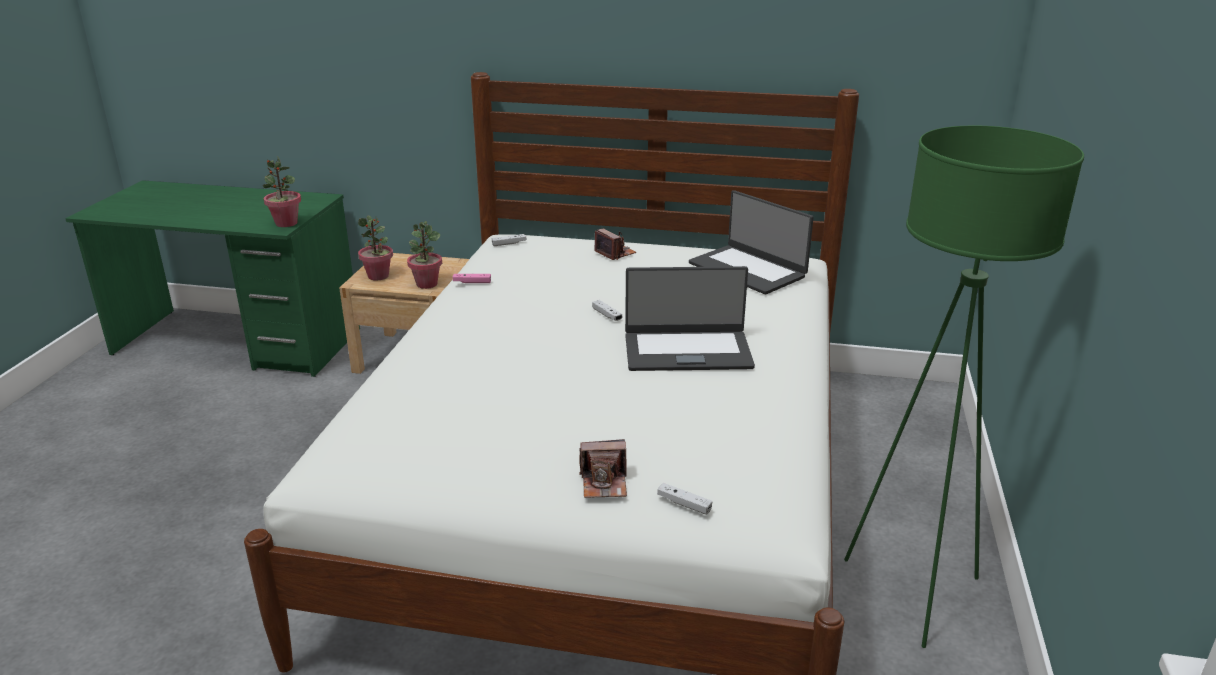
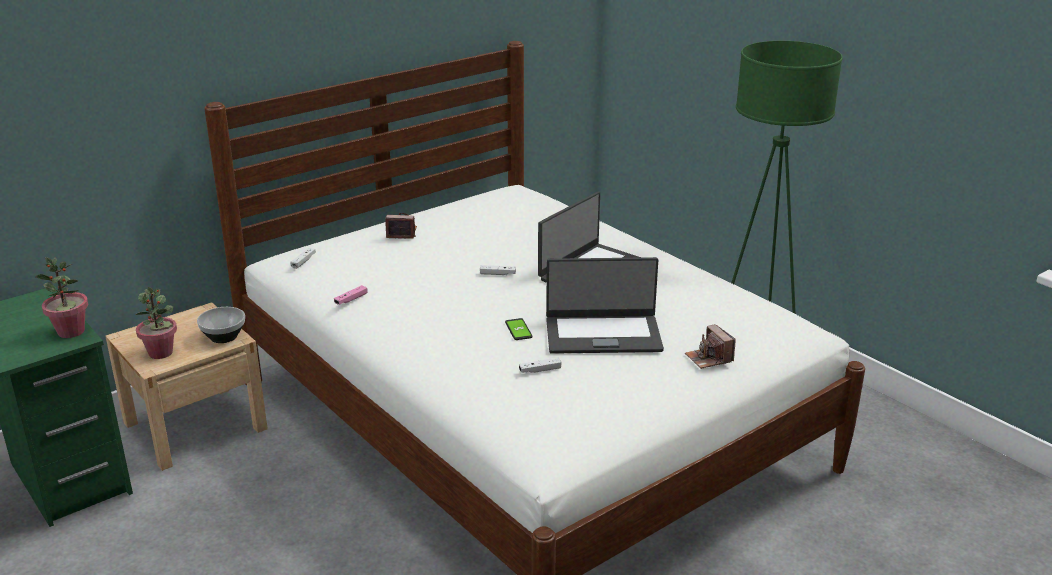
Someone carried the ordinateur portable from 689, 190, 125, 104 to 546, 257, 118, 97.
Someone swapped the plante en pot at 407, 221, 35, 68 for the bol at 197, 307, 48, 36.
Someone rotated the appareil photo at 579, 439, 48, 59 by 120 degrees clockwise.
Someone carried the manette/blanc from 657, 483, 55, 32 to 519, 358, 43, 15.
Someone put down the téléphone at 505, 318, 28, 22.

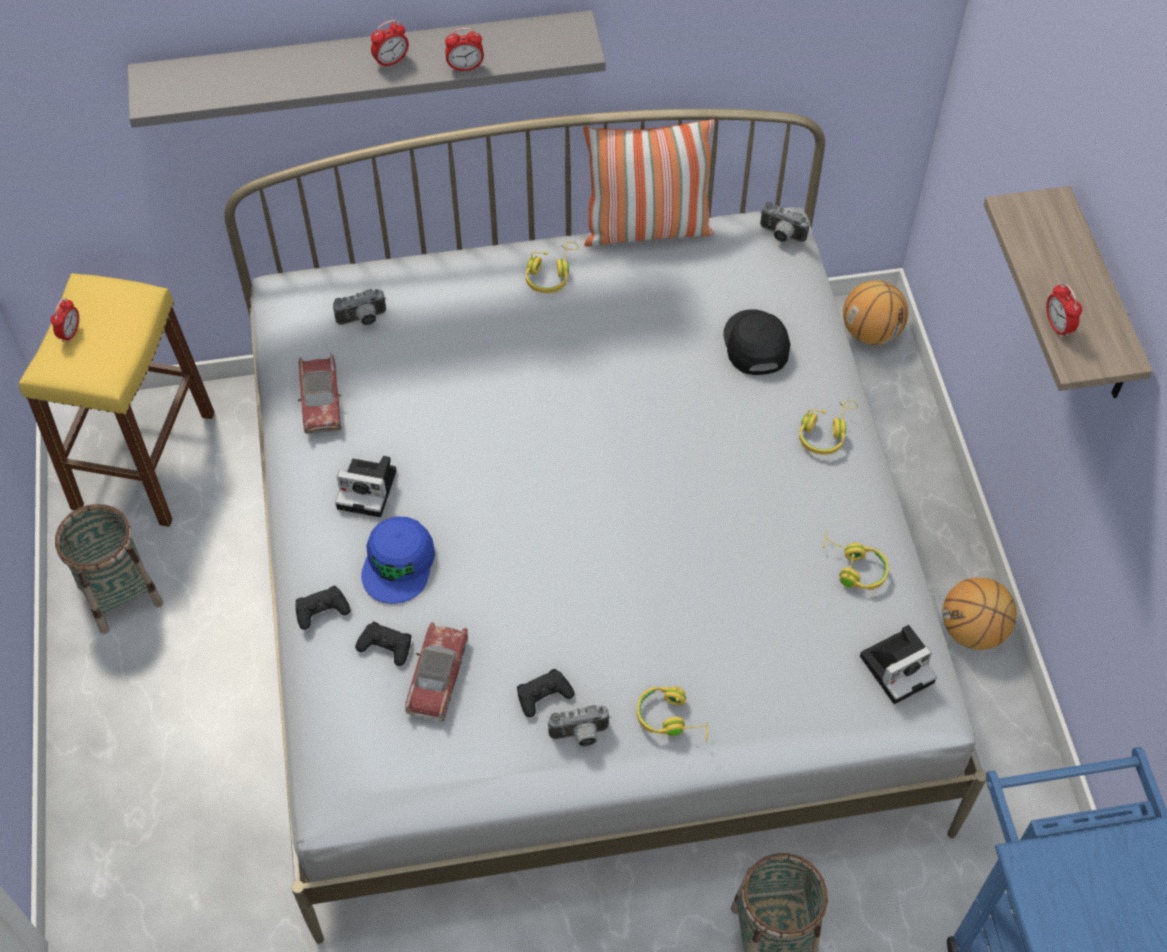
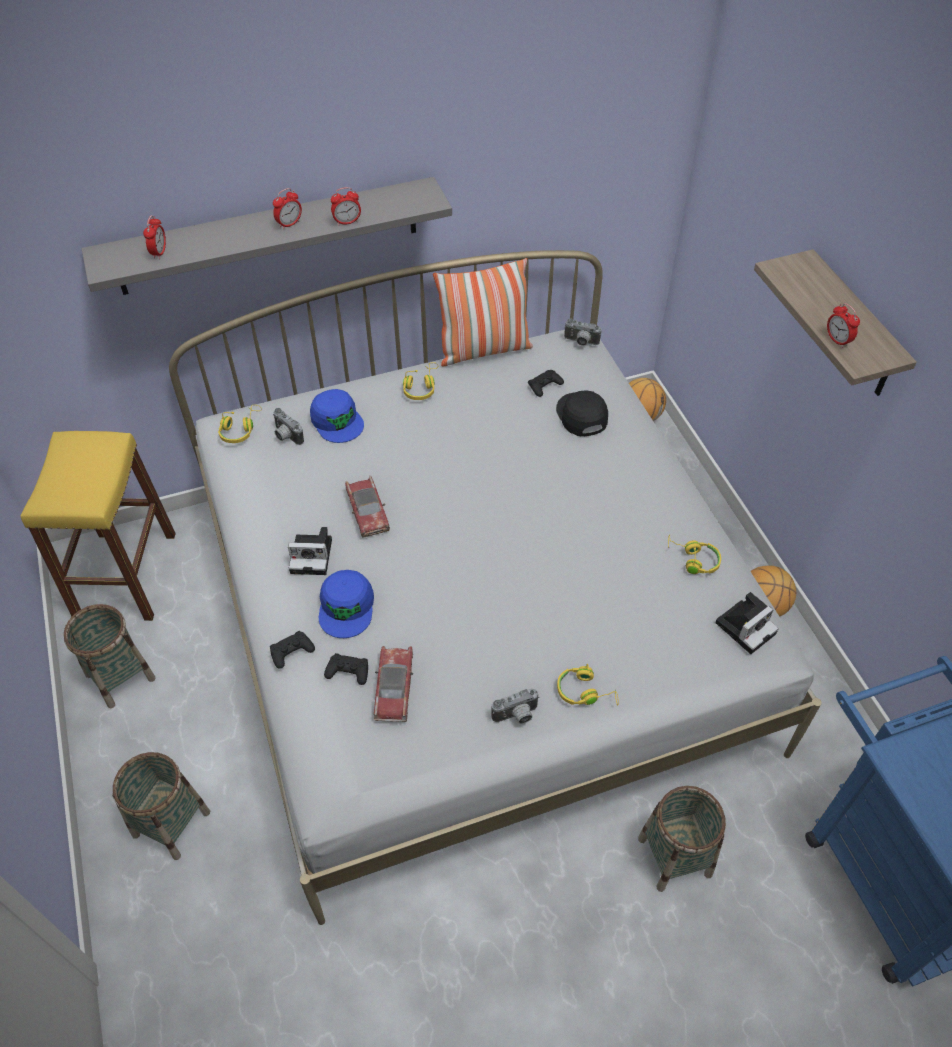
Someone rotated the appareil photo at 333, 289, 53, 36 by 75 degrees clockwise.
Someone carried the réveil from 51, 298, 28, 45 to 143, 215, 23, 44.
Someone carried the petite voiture from 297, 353, 44, 81 to 345, 475, 45, 63.
Someone carried the casque audio/jaune from 799, 400, 59, 55 to 218, 405, 44, 38.
Someone carried the manette/noir from 517, 669, 57, 48 to 528, 370, 36, 27.
Someone put down the casquette/bleu at 310, 389, 54, 54.
Someone put down the panier at 112, 752, 98, 108.

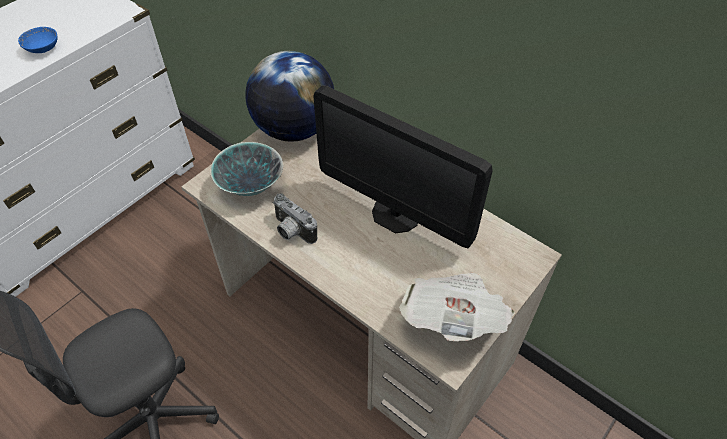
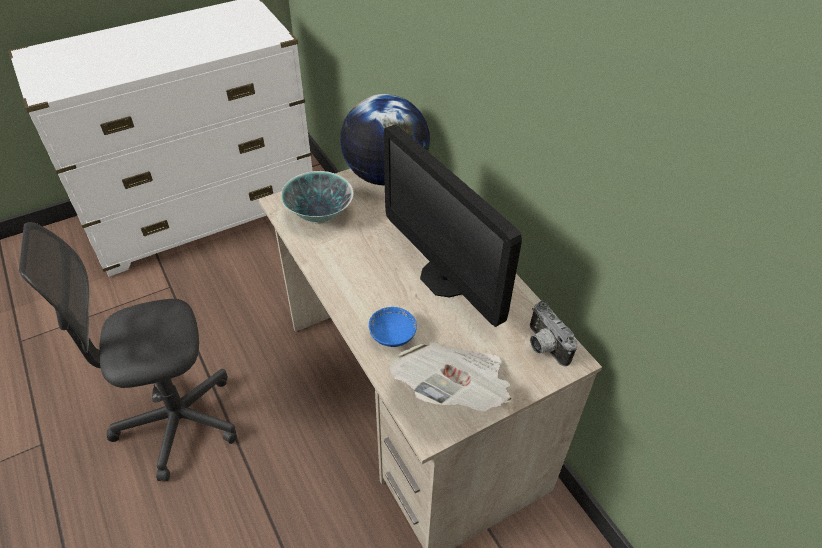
Someone carried the bol/bleu from 18, 27, 40, 26 to 369, 307, 48, 40.
Someone carried the appareil photo from 273, 193, 44, 51 to 530, 301, 48, 65.

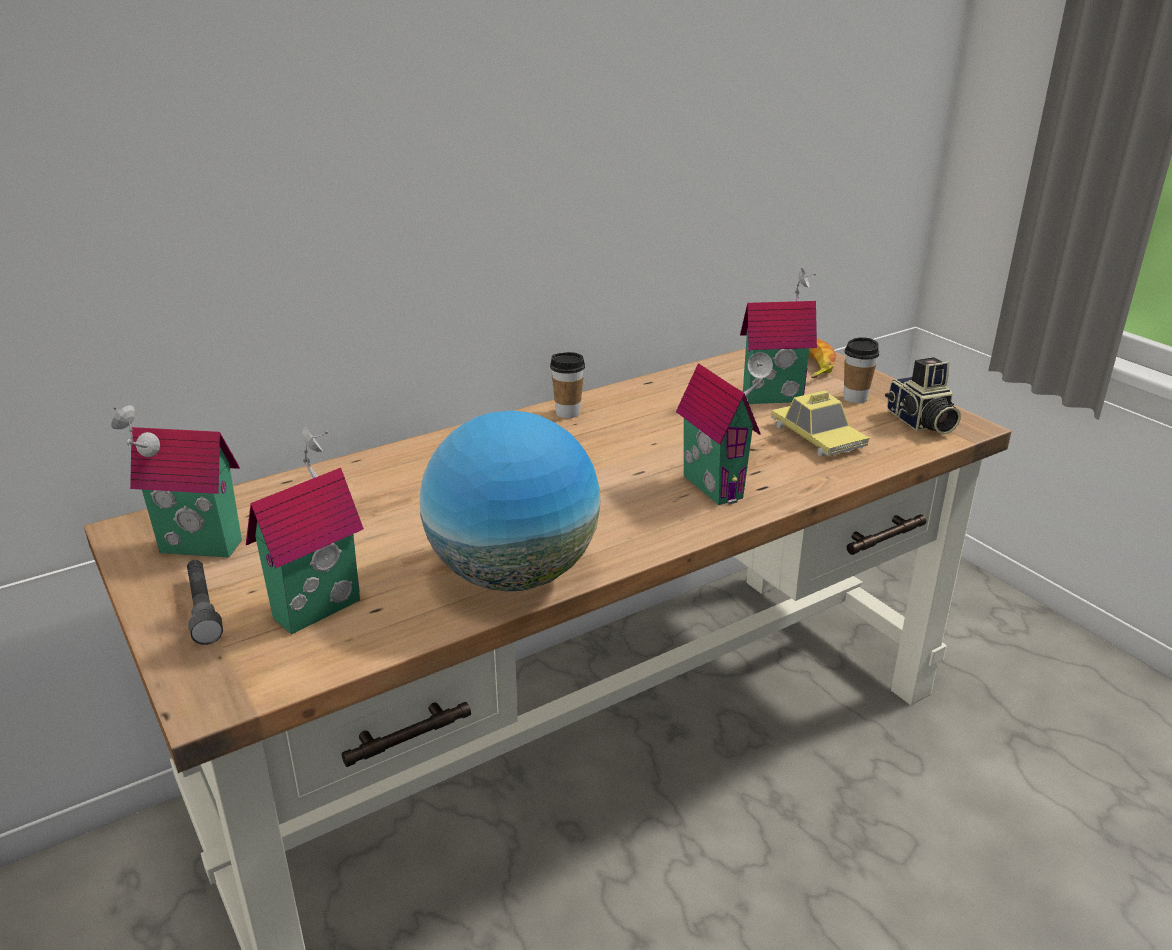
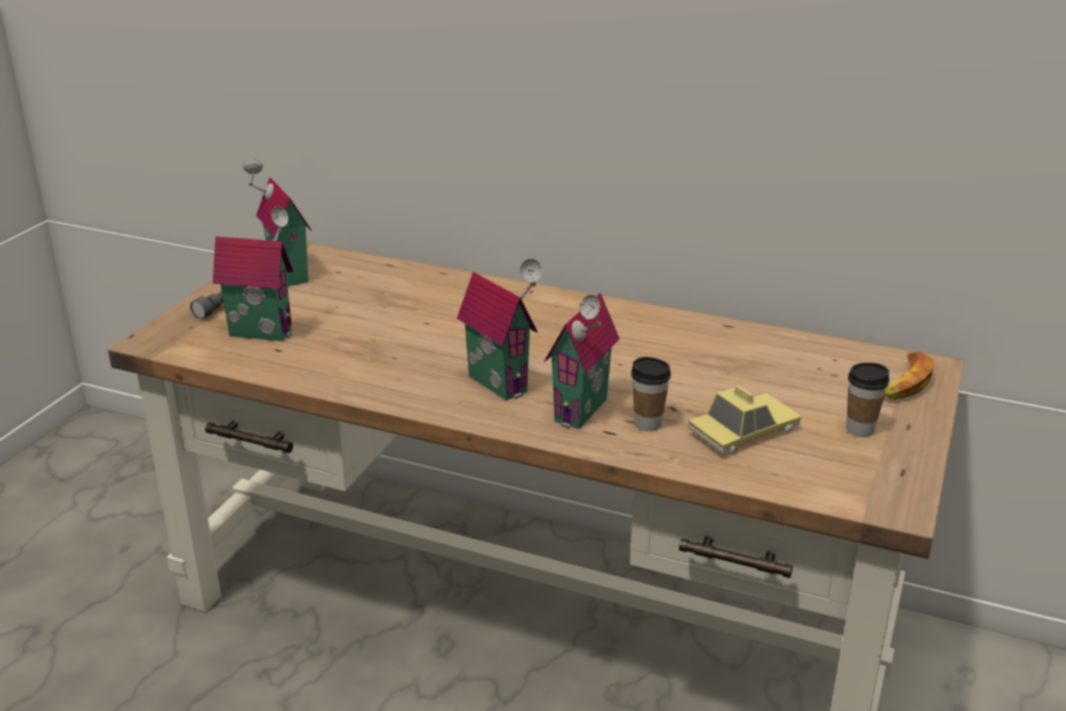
Someone carried the maison miniature from 740, 268, 77, 136 to 457, 258, 85, 142.
Someone carried the tasse from 550, 352, 35, 66 to 631, 357, 40, 74.
Someone took away the appareil photo at 885, 357, 76, 78.
Someone rotated the petite voiture at 771, 390, 98, 66 by 150 degrees counterclockwise.
Someone took away the globe at 420, 410, 181, 181.

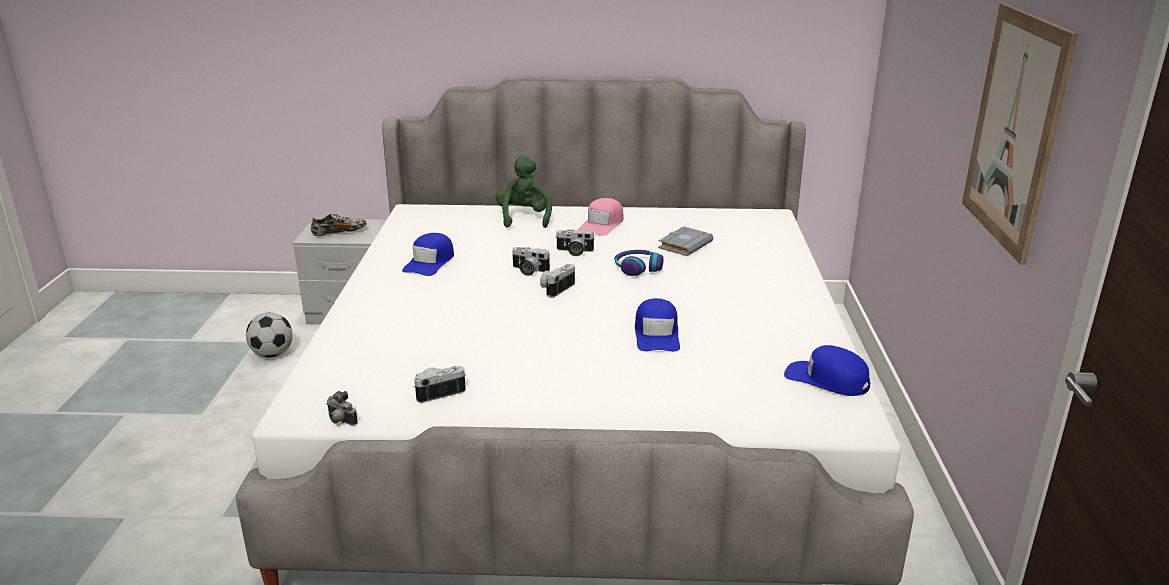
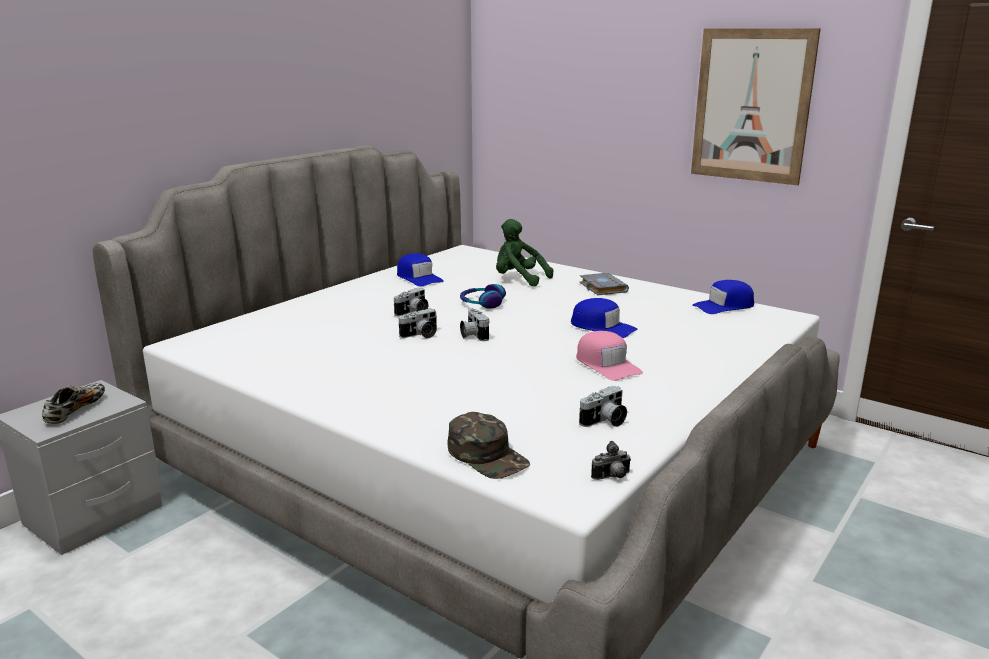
Someone carried the peluche/vert from 496, 155, 56, 73 to 496, 219, 57, 67.
Someone carried the casquette/rose from 578, 198, 45, 38 to 576, 331, 67, 50.
Someone carried the livre/gris from 658, 226, 56, 30 to 579, 273, 50, 22.
Someone carried the casquette/bleu from 402, 233, 52, 43 to 397, 253, 47, 34.
Someone took away the ballon de foot at 246, 313, 47, 45.
Someone rotated the appareil photo at 414, 366, 52, 37 by 135 degrees counterclockwise.
Someone put down the casquette/vert at 448, 412, 82, 67.

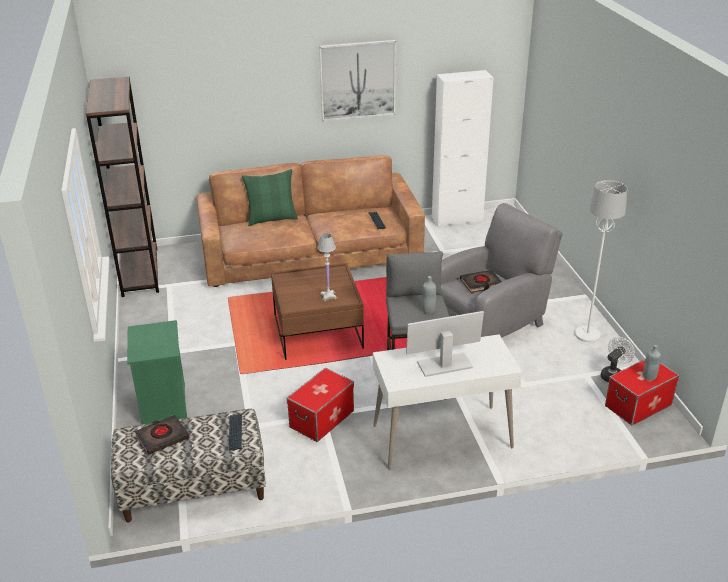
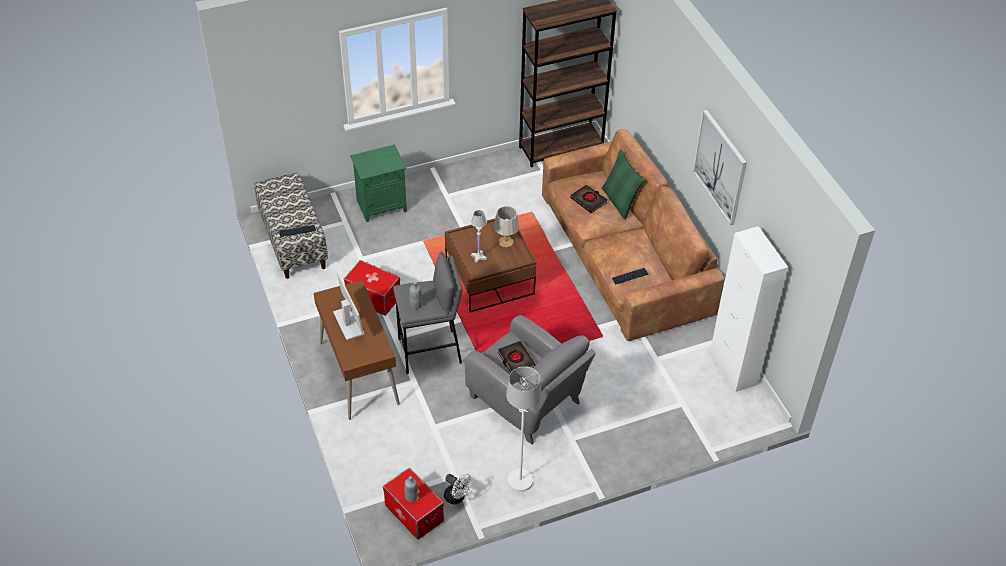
Someone repainted the bureau/blanc at 373, 334, 149, 135, which became the bureau/marron at 314, 280, 86, 140.
Someone carried the livre/noir from 135, 415, 54, 40 to 570, 185, 37, 28.
Someone put down the lampe de table/gris at 494, 206, 25, 41.

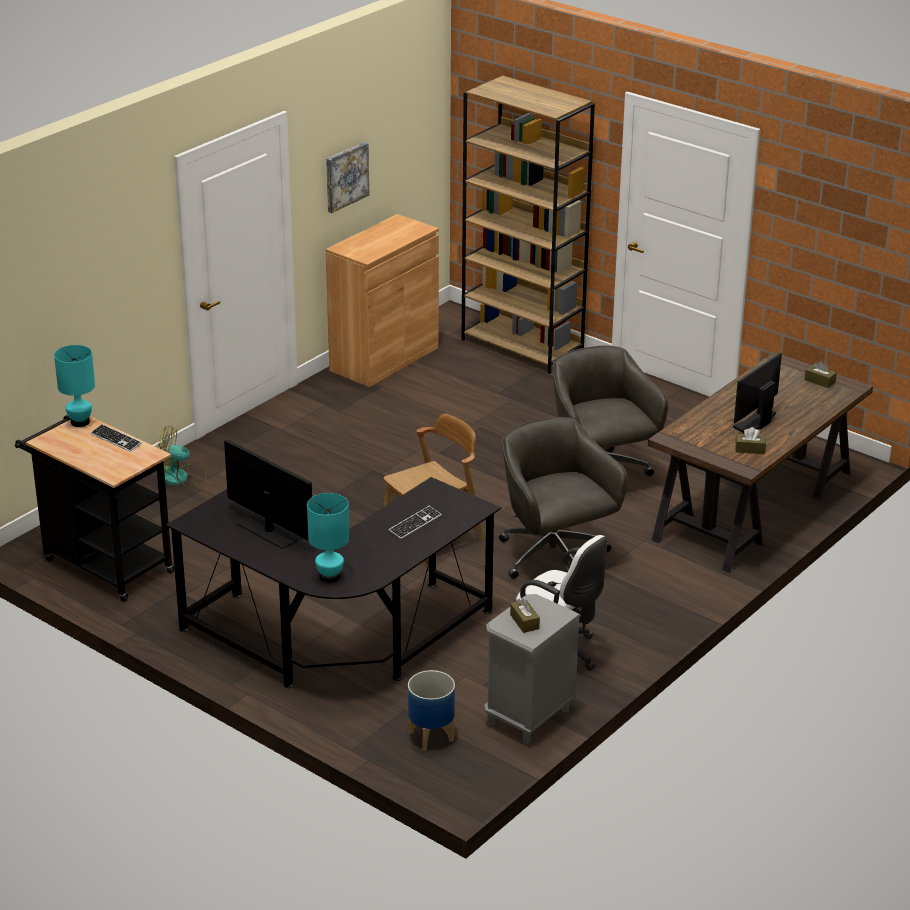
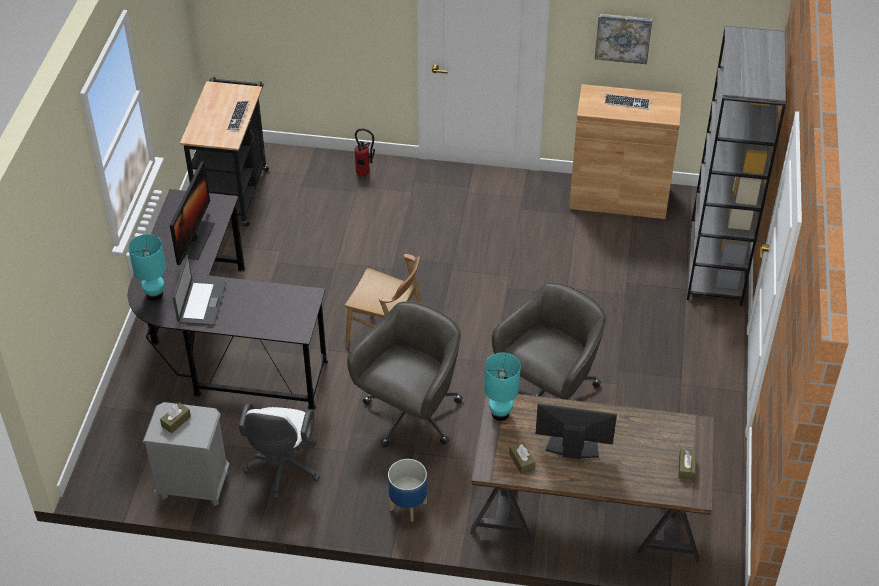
Someone repainted the bibliothèque/marron at 461, 76, 134, 298, which became the bibliothèque/gris at 687, 26, 99, 280.
Someone carried the lampe de table/turquoise from 54, 345, 41, 82 to 484, 353, 37, 68.
Someone swapped the ventilateur at 157, 425, 50, 61 for the extincteur at 355, 129, 20, 48.
Someone carried the clavier from 389, 506, 53, 33 to 604, 94, 46, 15.
Someone carried the cache-pot from 408, 670, 47, 81 to 388, 459, 39, 63.
Someone put down the ordinateur portable at 173, 255, 53, 71.

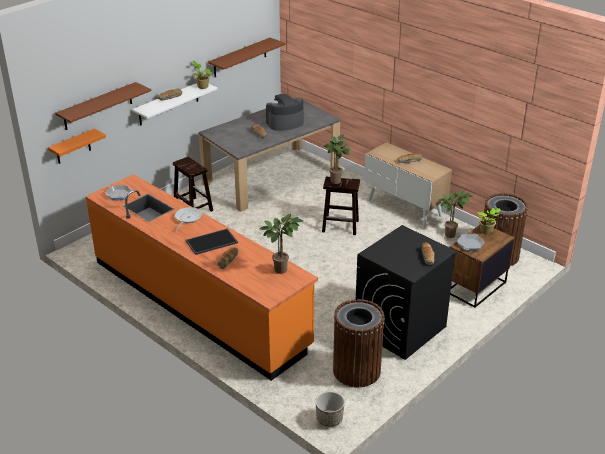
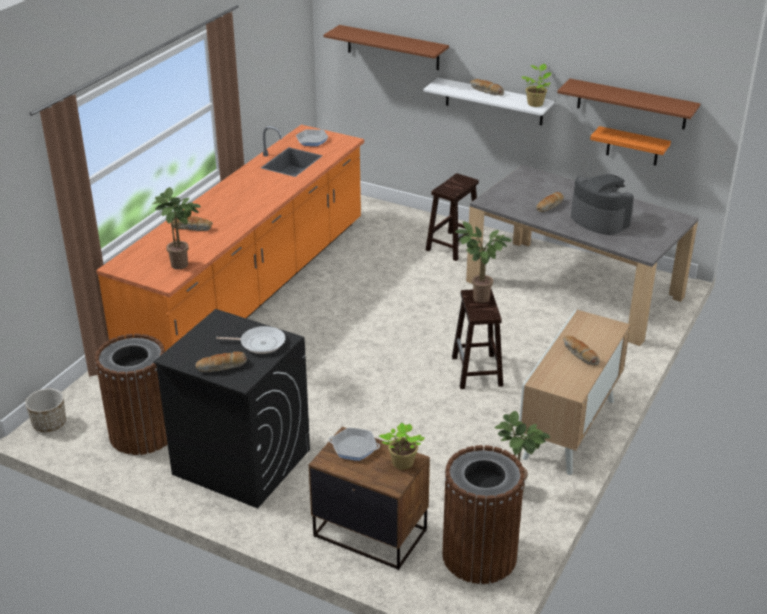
Someone carried the étagère/orange from 48, 129, 58, 35 to 590, 126, 81, 40.
Someone carried the poêle from 175, 207, 27, 24 to 216, 326, 70, 28.
Someone took away the plateau at 186, 228, 52, 27.

